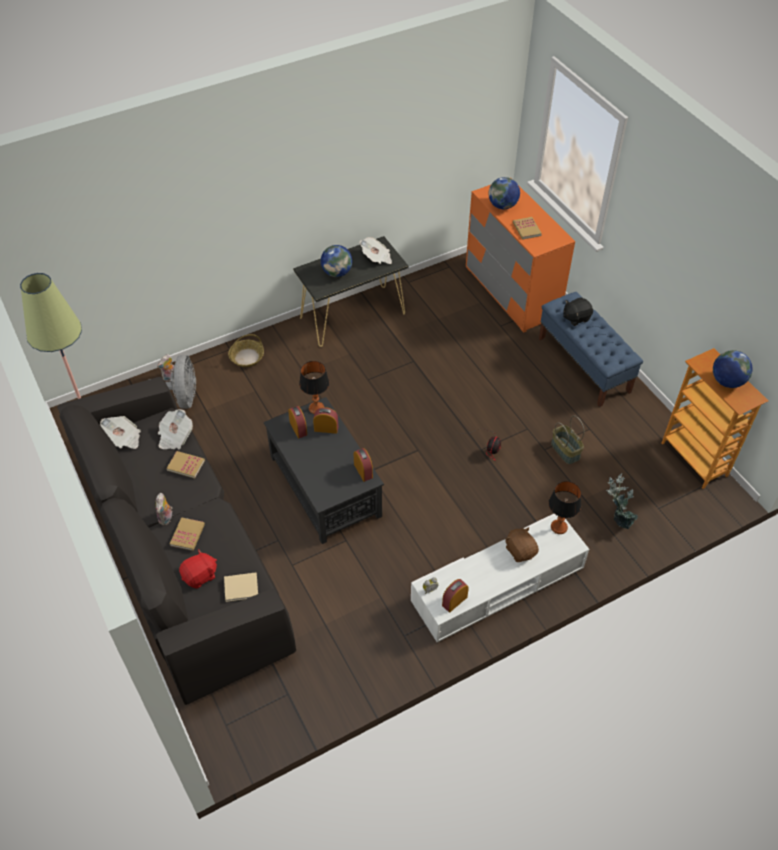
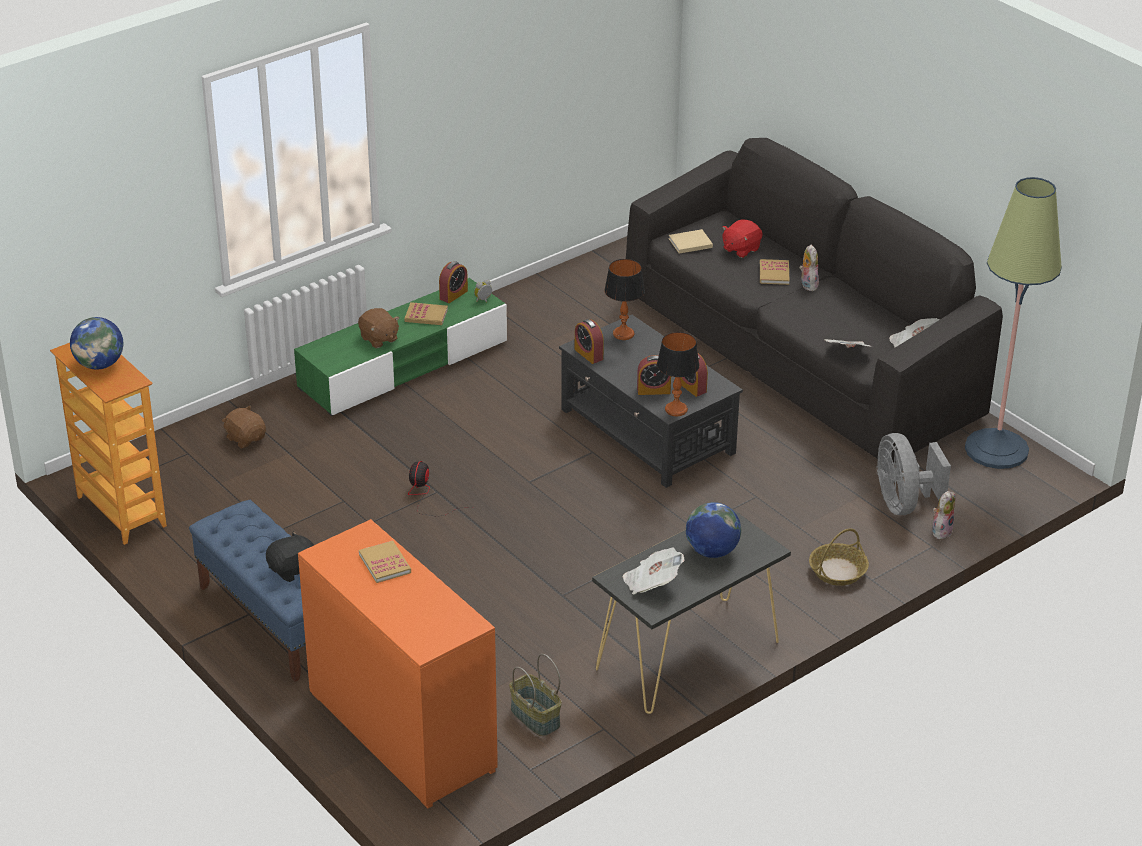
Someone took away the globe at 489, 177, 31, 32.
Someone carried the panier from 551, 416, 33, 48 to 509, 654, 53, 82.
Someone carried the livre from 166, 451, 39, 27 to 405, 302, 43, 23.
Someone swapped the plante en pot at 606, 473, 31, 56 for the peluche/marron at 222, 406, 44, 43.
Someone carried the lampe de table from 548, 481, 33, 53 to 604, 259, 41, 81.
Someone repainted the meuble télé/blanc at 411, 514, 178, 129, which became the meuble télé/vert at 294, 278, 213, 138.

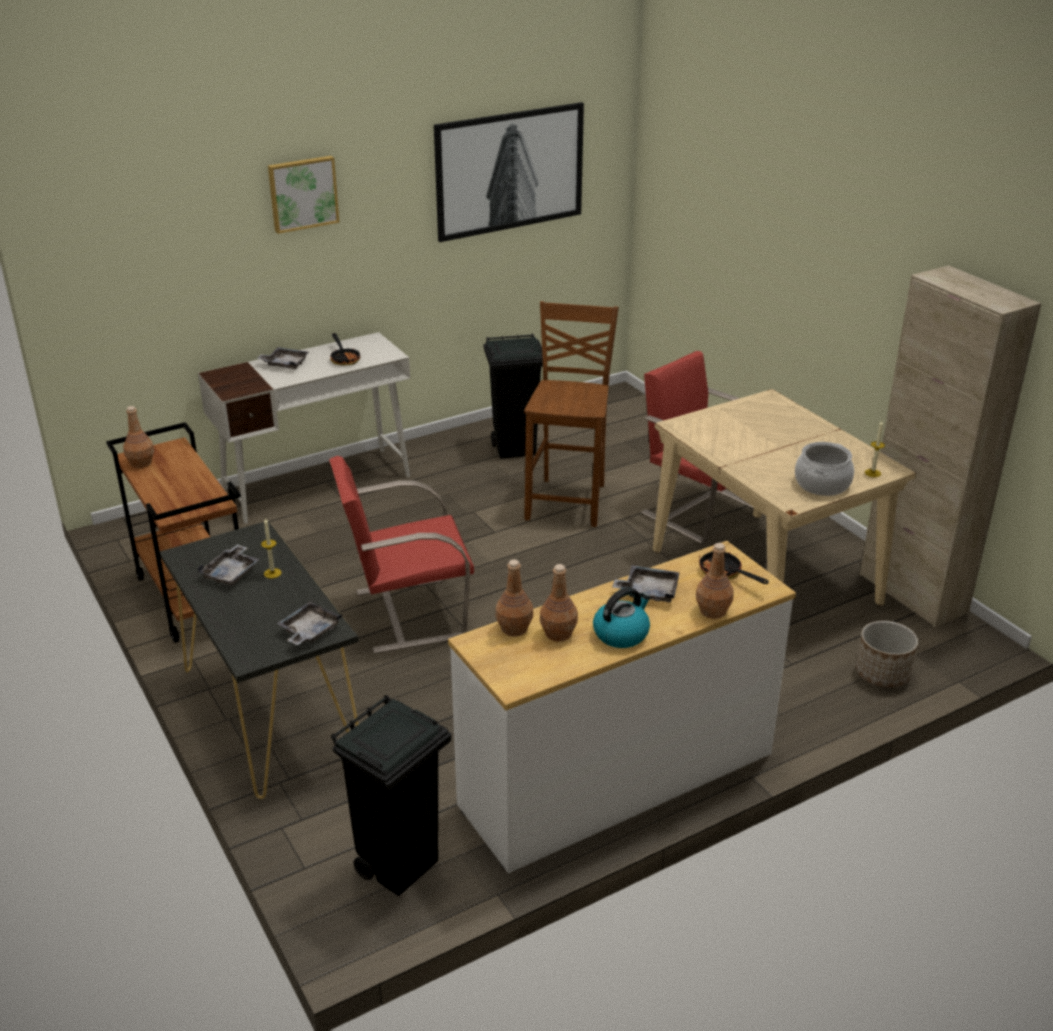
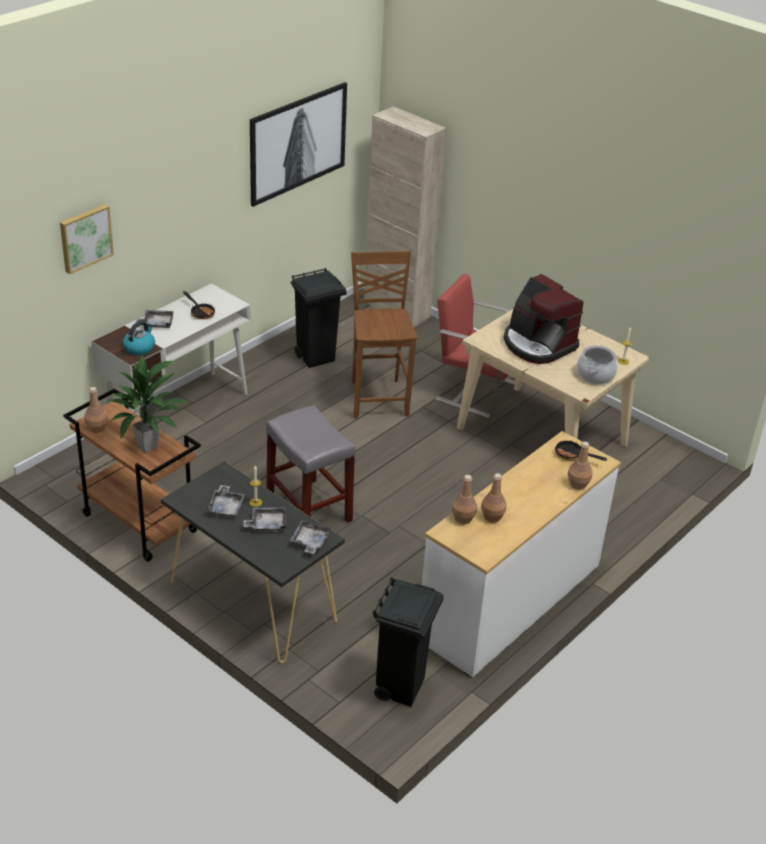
Someone carried the tableau from 268, 156, 72, 78 to 60, 204, 54, 70.
Someone carried the meuble de rangement/beige from 860, 265, 181, 362 to 364, 106, 82, 220.
Someone swapped the chaise/rouge at 329, 456, 145, 198 for the tabouret/gris at 266, 405, 90, 118.
Someone carried the plateau/gris from 612, 565, 68, 37 to 243, 507, 43, 25.
Someone carried the bouilloire from 593, 587, 58, 61 to 123, 321, 32, 34.
Someone took away the cache-pot at 856, 621, 62, 67.
Someone put down the machine à café at 504, 274, 79, 90.
Someone put down the plante en pot at 108, 354, 81, 99.

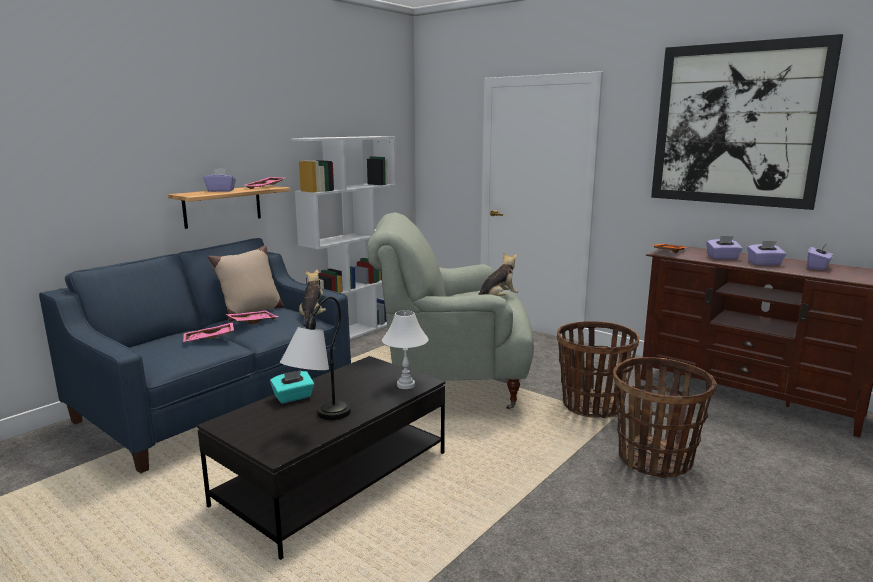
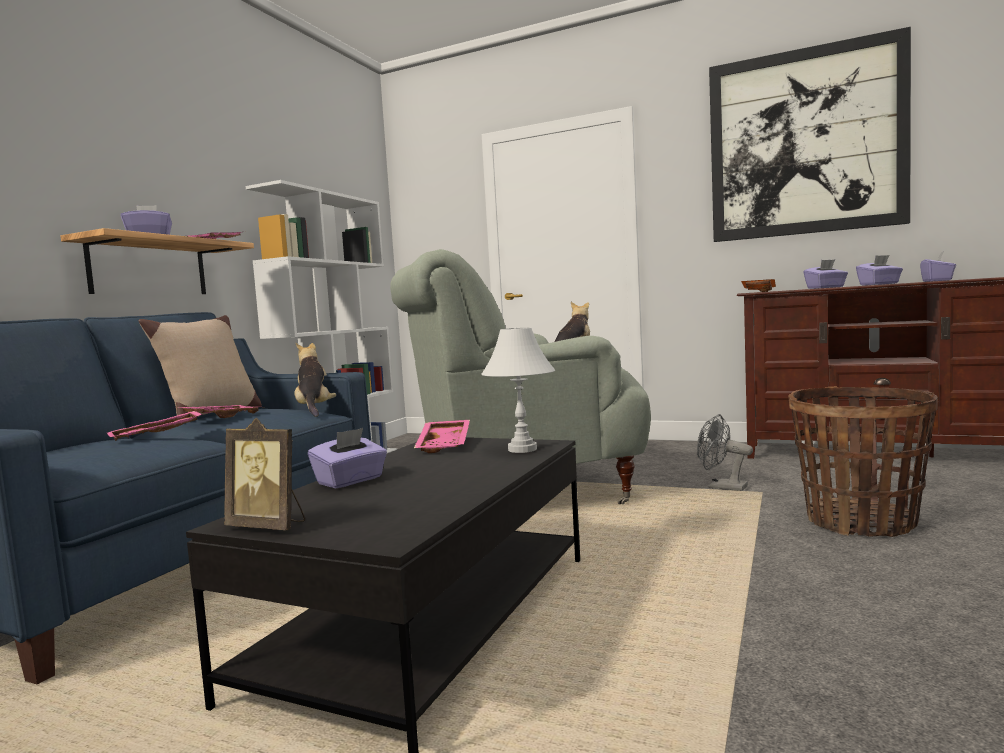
Someone took away the lampe de table at 280, 297, 71, 123.
Someone swapped the panier at 557, 321, 82, 97 for the ventilateur/gris at 697, 414, 56, 77.
Someone repainted the boîte à mouchoirs/turquoise at 270, 370, 44, 34, which became the boîte à mouchoirs/violet at 308, 428, 79, 60.
Someone put down the cadre photo at 224, 418, 81, 112.
Someone put down the plateau/rose at 414, 420, 56, 33.

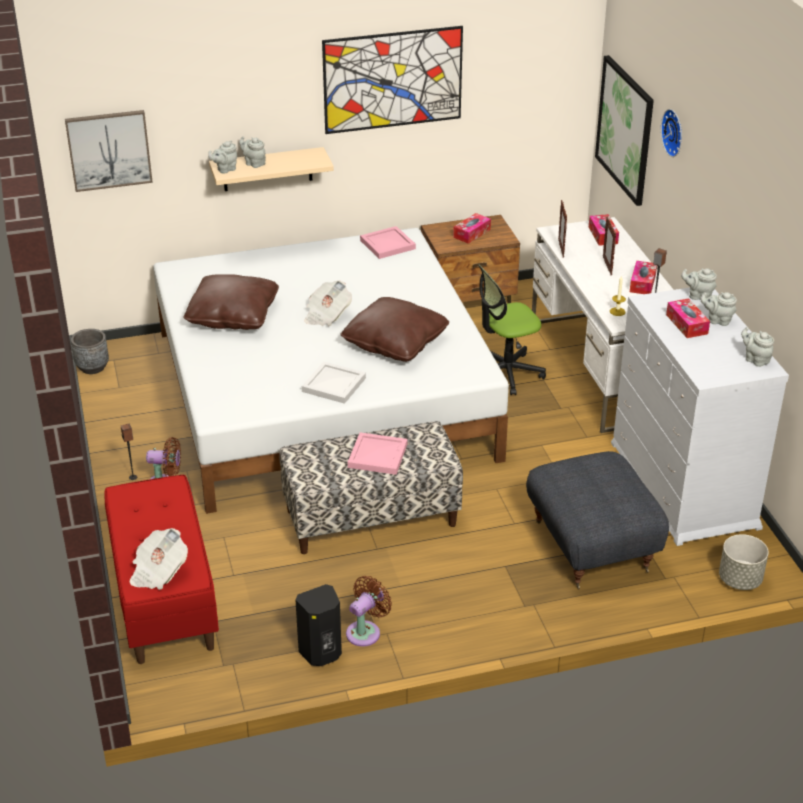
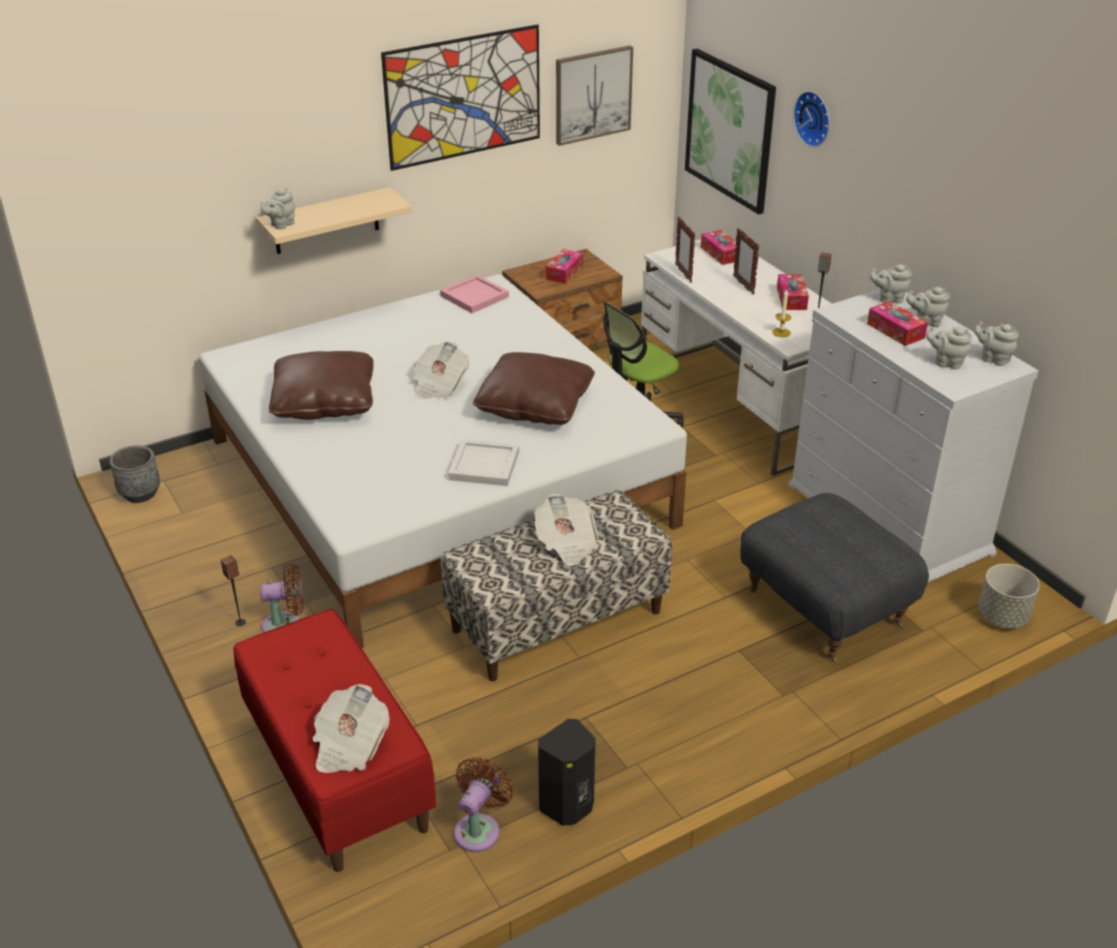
Someone carried the tableau from 65, 110, 88, 82 to 556, 45, 77, 101.
Someone carried the théière/gris from 239, 136, 27, 32 to 926, 327, 46, 42.
Someone swapped the plateau/rose at 348, 432, 59, 43 for the journal at 534, 493, 65, 73.
Someone carried the ventilateur/marron from 346, 576, 46, 71 to 454, 757, 59, 95.

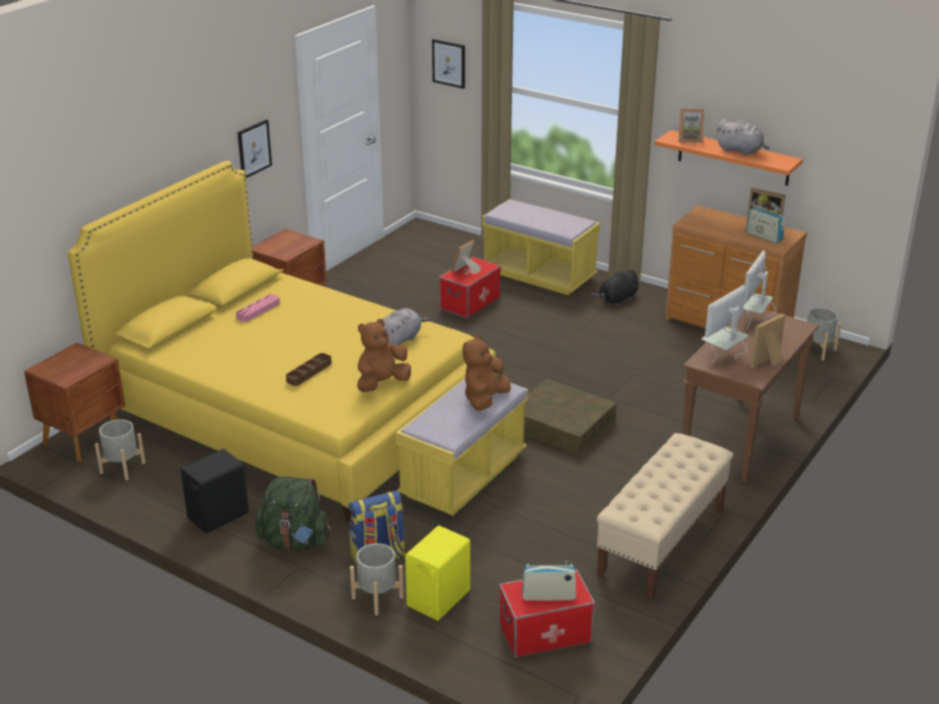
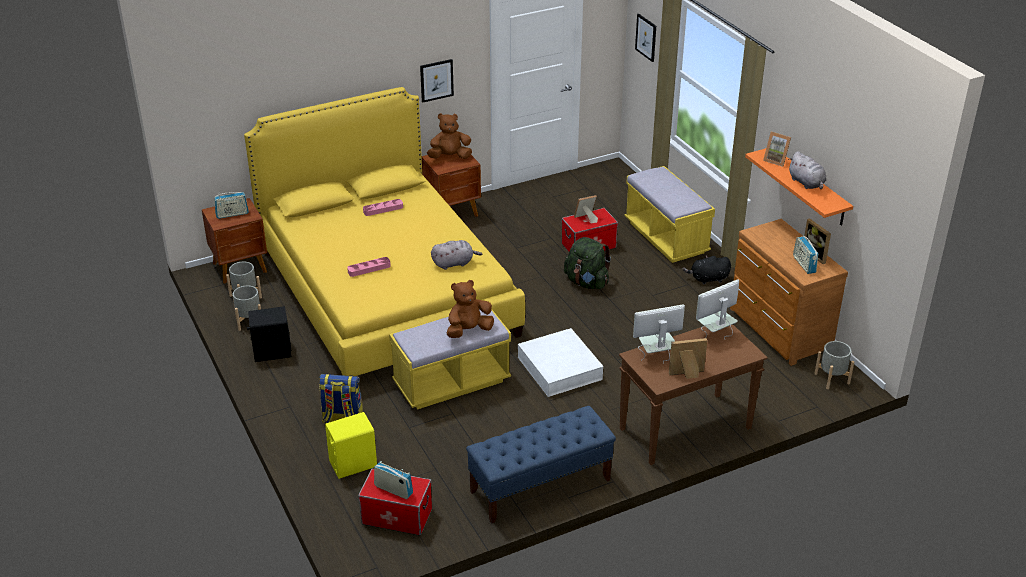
Someone carried the peluche/marron from 357, 319, 54, 73 to 427, 113, 45, 46.
Someone repainted the plateau/marron at 286, 353, 46, 33, which became the plateau/rose at 347, 257, 44, 20.
Someone repainted the boîte de rangement/marron at 524, 379, 93, 76, which became the boîte de rangement/blanc at 518, 328, 85, 69.
Someone repainted the banc/beige at 597, 433, 137, 166, which became the banc/bleu at 466, 406, 150, 118.
Someone carried the sac à dos/vert from 255, 476, 76, 75 to 564, 237, 47, 52.
Someone carried the cache-pot/gris from 350, 543, 54, 73 to 233, 286, 28, 45.
Someone put down the radio at 214, 192, 35, 27.

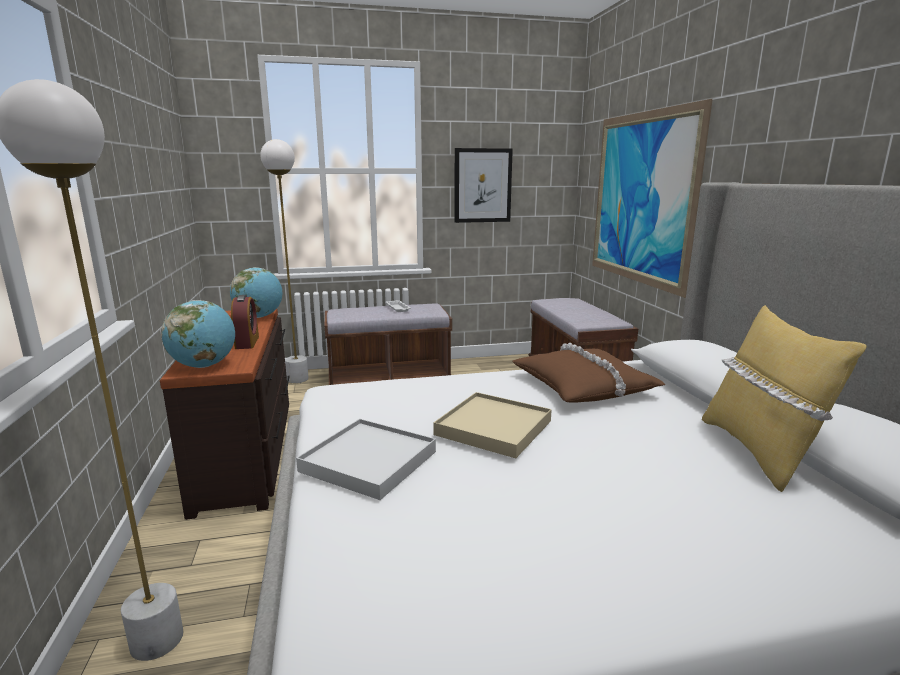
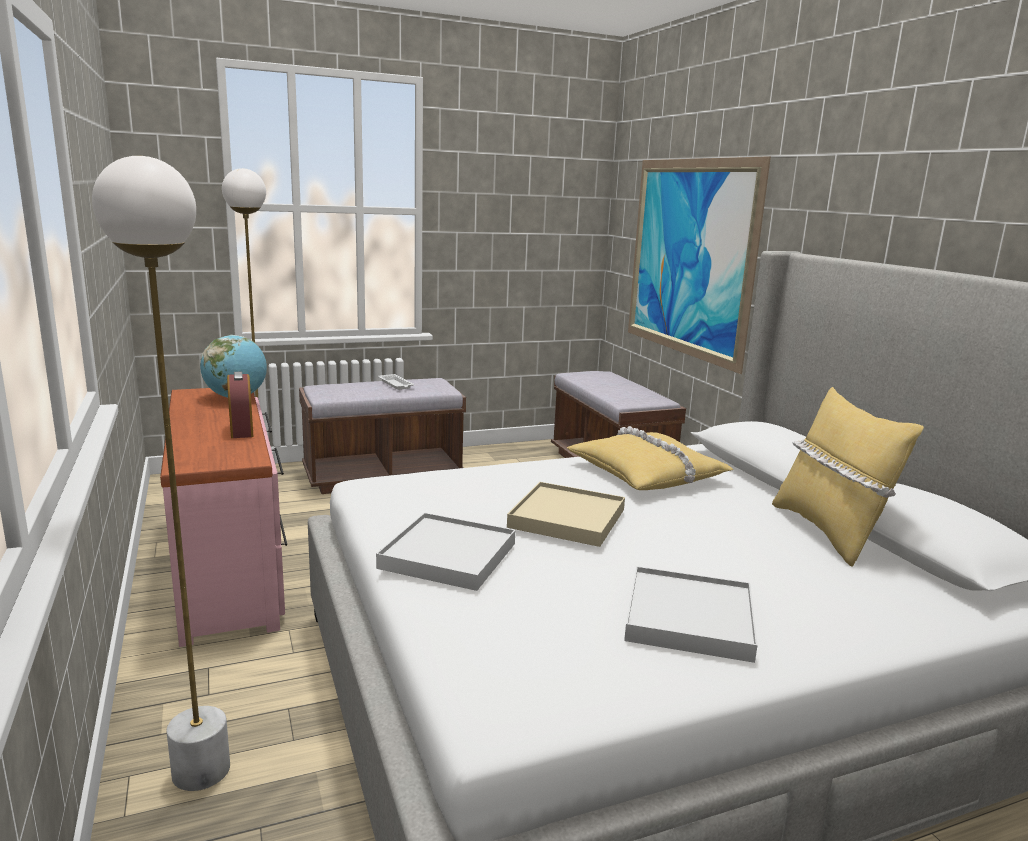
Someone took away the tableau at 454, 148, 59, 75.
Someone took away the globe at 161, 300, 74, 68.
Someone repainted the commode/marron at 160, 309, 130, 211, which became the commode/rose at 160, 388, 127, 259.
Someone repainted the coussin/marron at 512, 343, 154, 60, which became the coussin/jaune at 567, 426, 167, 64.
Someone put down the plateau/blanc at 624, 566, 134, 97.

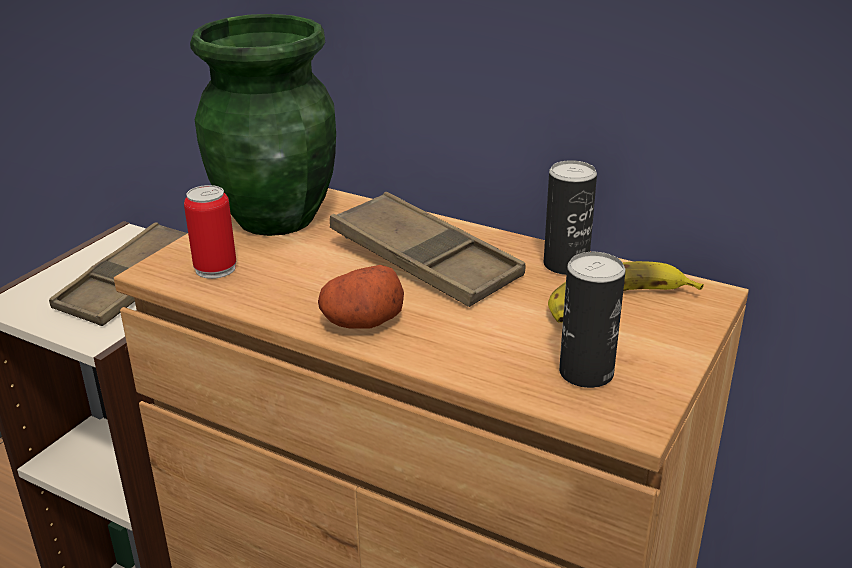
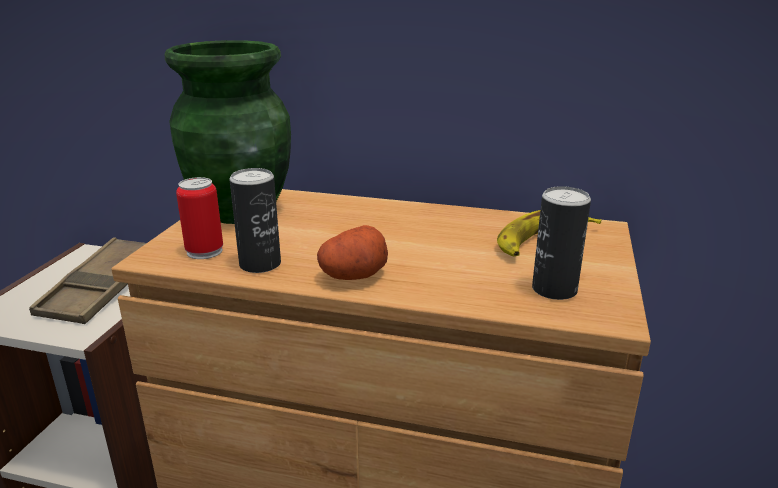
Someone carried the boîte métallique from 544, 160, 53, 115 to 229, 168, 52, 105.
Someone took away the plateau/marron at 330, 192, 196, 115.

